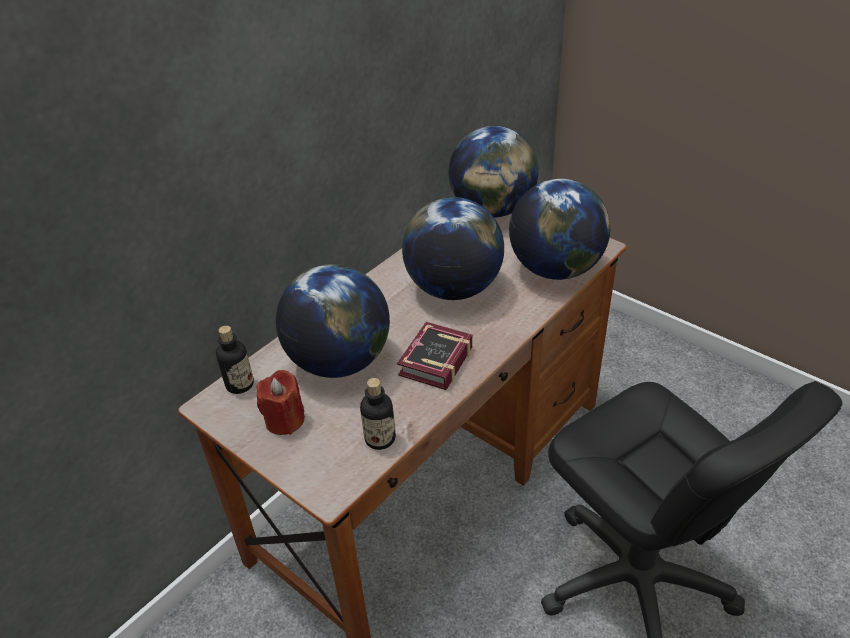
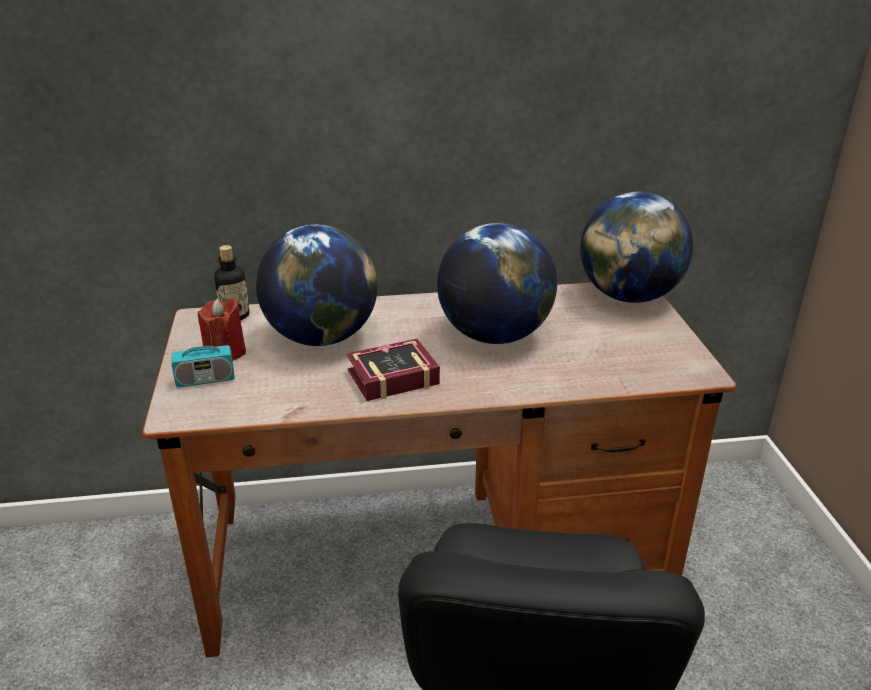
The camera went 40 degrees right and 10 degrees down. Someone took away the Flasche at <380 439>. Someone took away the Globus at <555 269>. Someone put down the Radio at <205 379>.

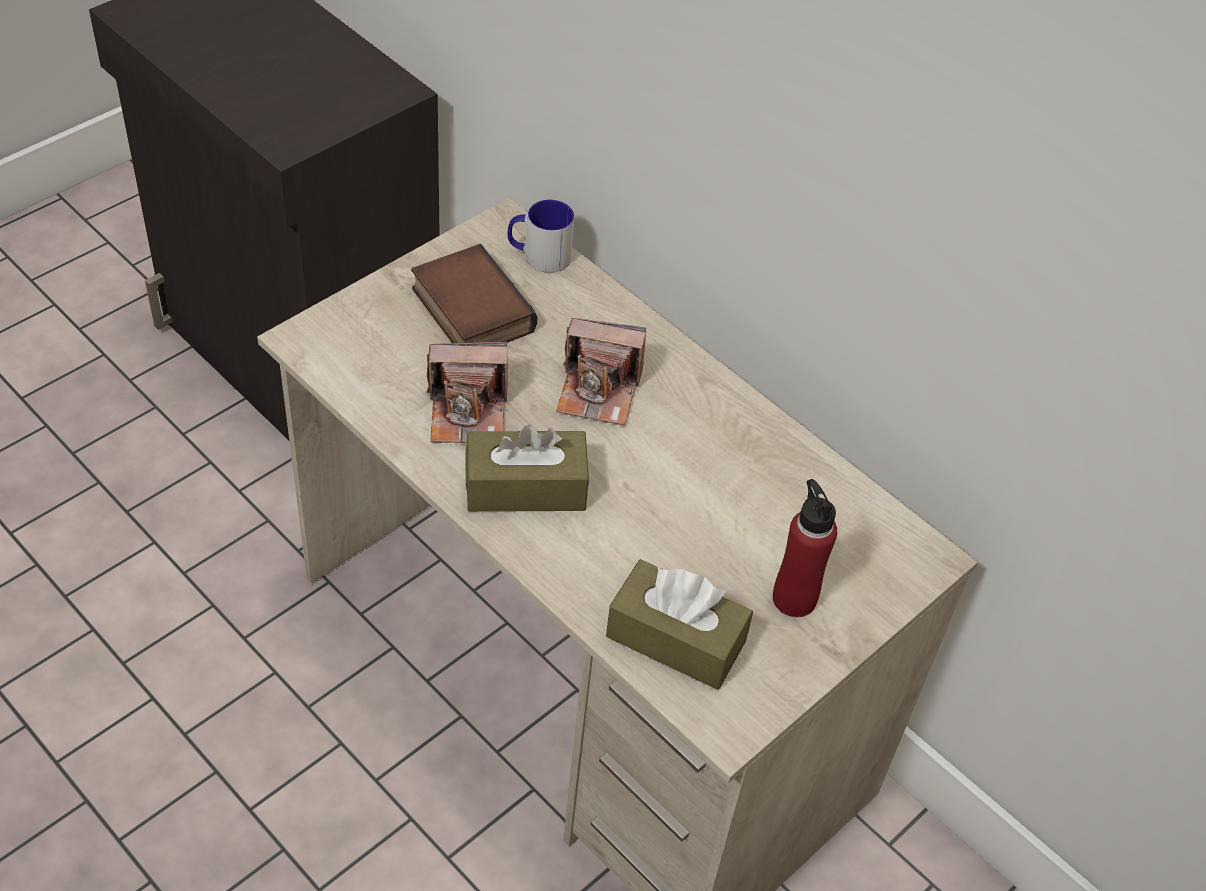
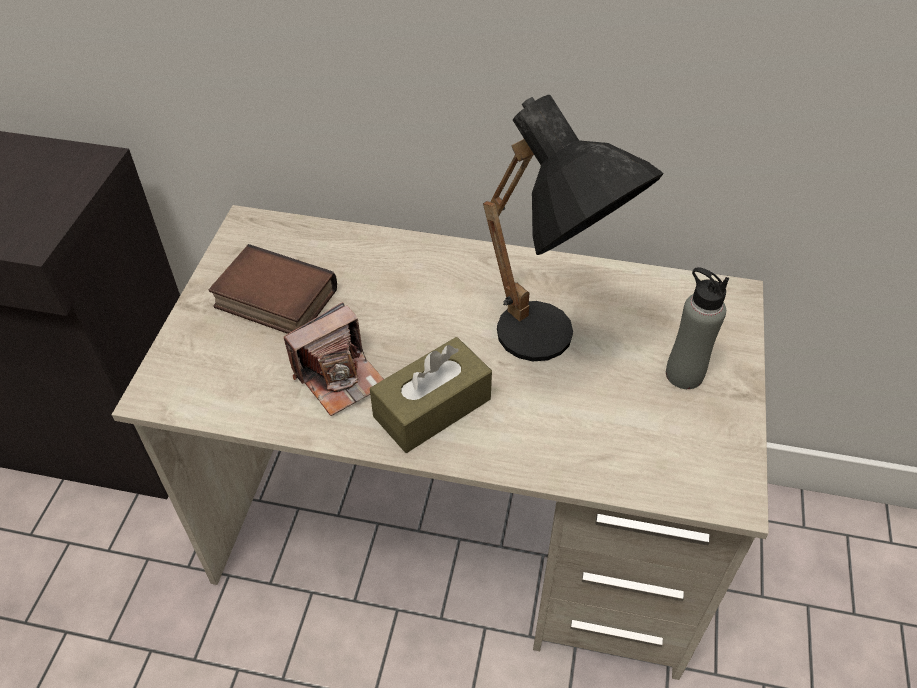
The camera went 30 degrees left and 0 degrees up. Someone took away the Henkelbecher at <539 255>. Someone took away the Kamera at <599 391>. Someone took away the Taschentuchbox (braun) at <675 639>. Someone put down the Tischlampe (schwarz) at <550 352>. Someone repainted the Flasche (rot) at <794 598>, which became the Flasche (grau) at <684 374>.

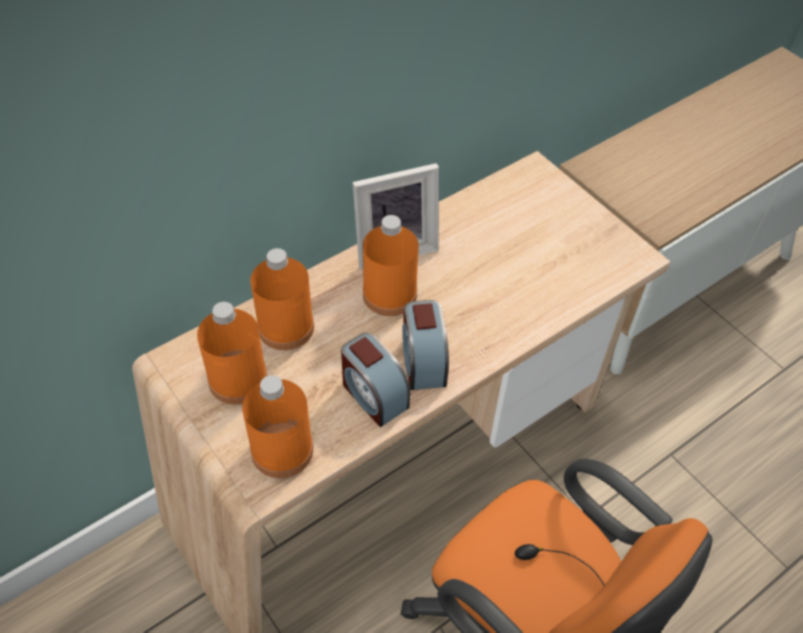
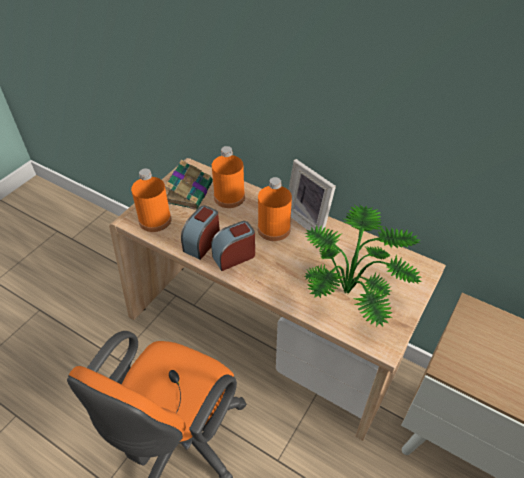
The camera went 70 degrees right and 5 degrees down. Someone put down the Topfpflanze at <354 292>. Someone swapped the Flasche (orange) at <238 379> for the Buch at <189 192>.

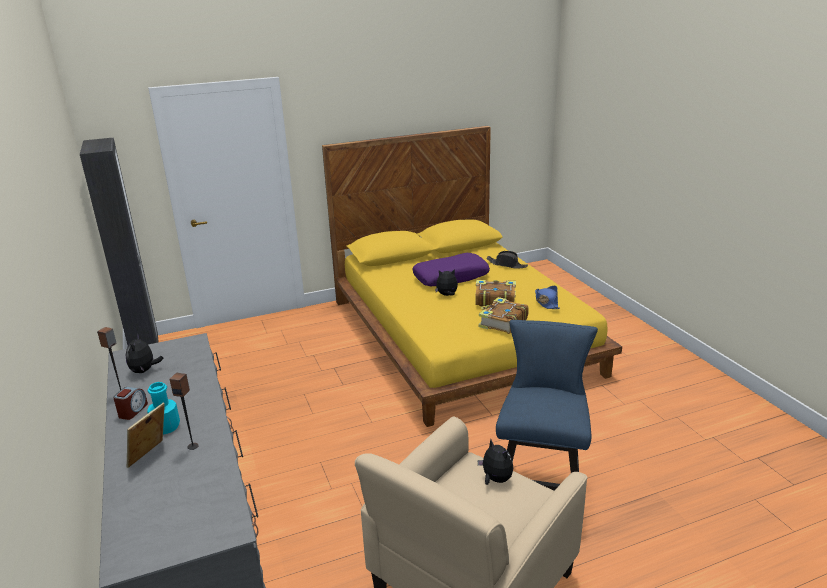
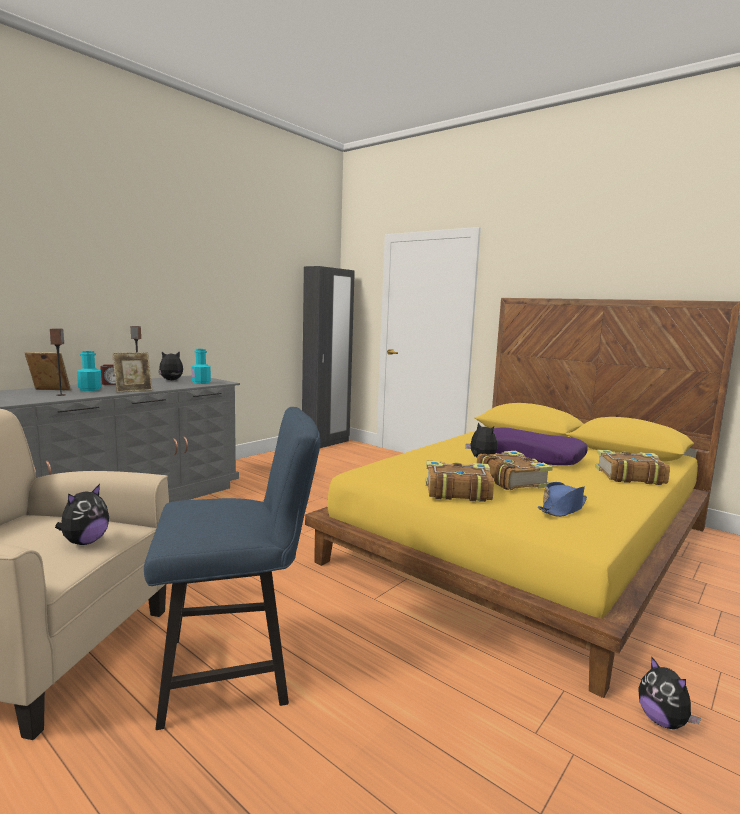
The camera went 60 degrees right and 15 degrees down. Someone put down the Bilderrahmen at <133 390>. Someone put down the Flasche (türkis) at <201 382>. Someone put down the Plüschtier at <662 721>. Someone swapped the Hut (schwarz) at <507 265> for the Buch at <629 476>.

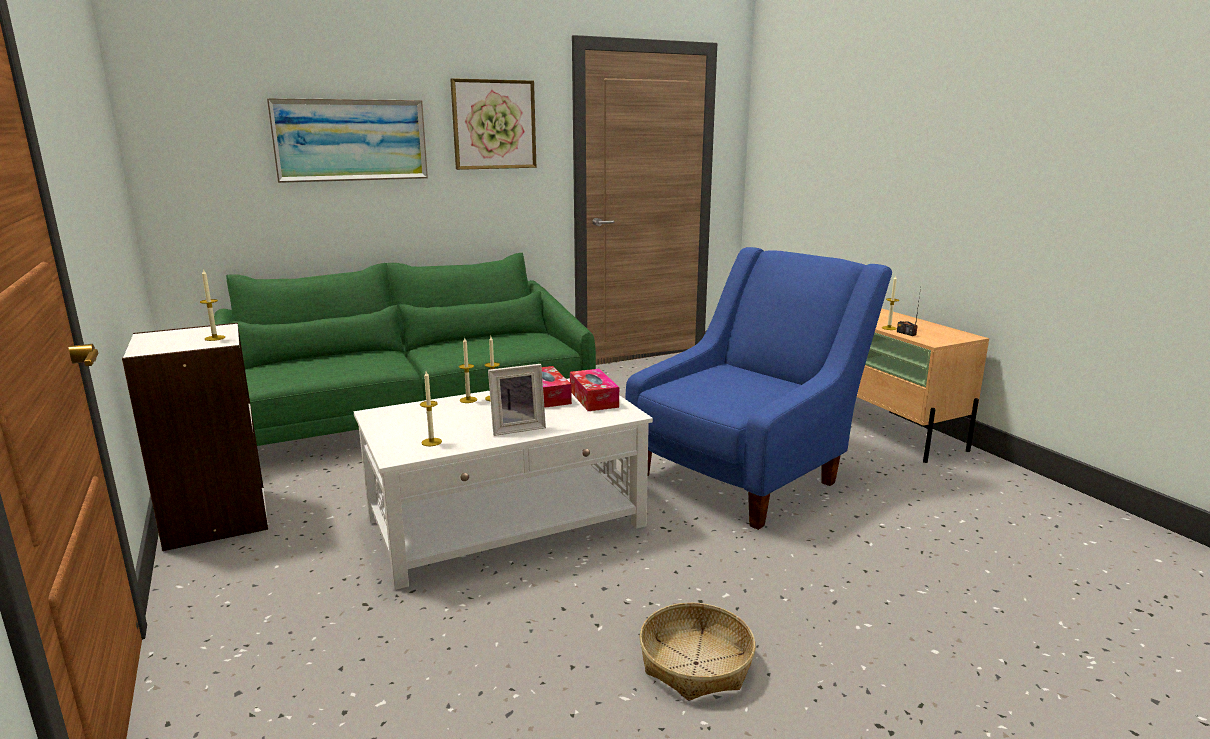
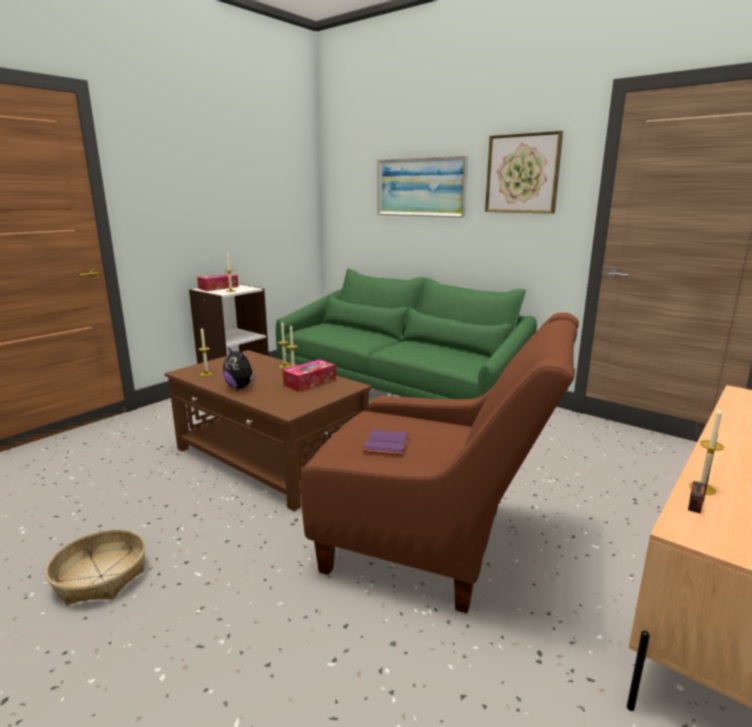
The camera went 65 degrees right and 0 degrees up. Someone put down the Buch (lila) at <388 445>. Someone carried the Taschentuchbox from <593 399> to <218 287>. Someone swapped the Bilderrahmen at <517 428> for the Plüschtier at <240 387>. Someone repainted the Couchtisch (weiß) at <508 522>, which became the Couchtisch (braun) at <270 458>. Someone repainted the Sessel (blau) at <746 474>, which became the Sessel (braun) at <435 544>.

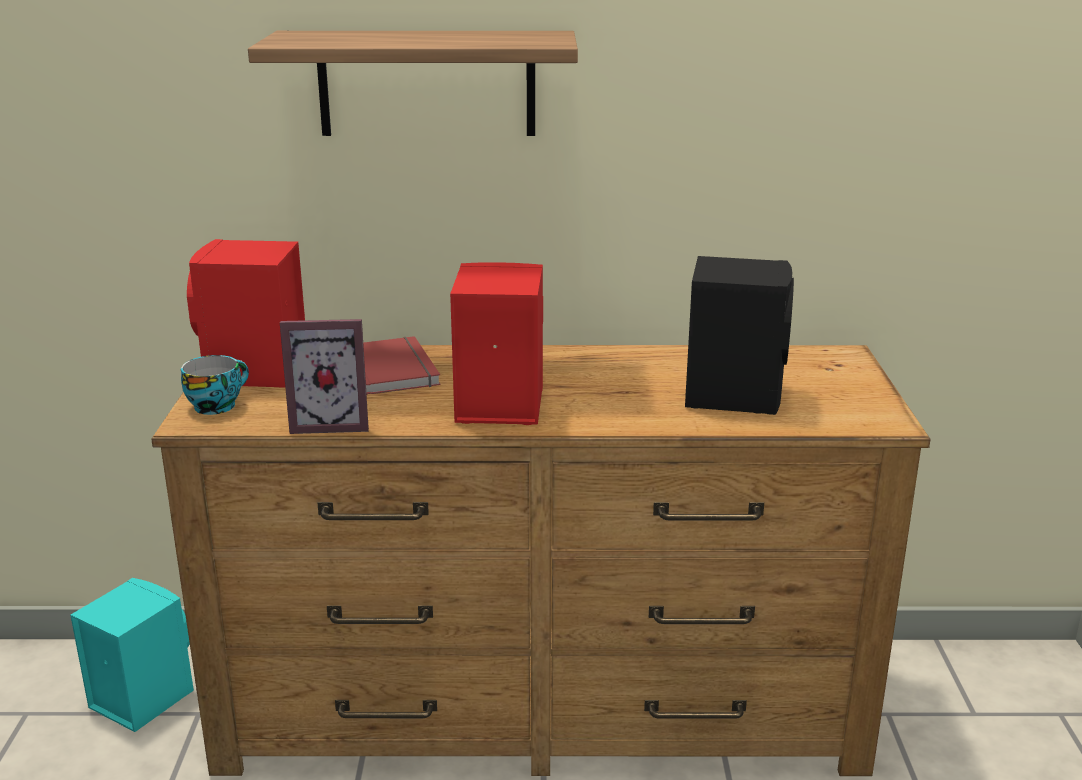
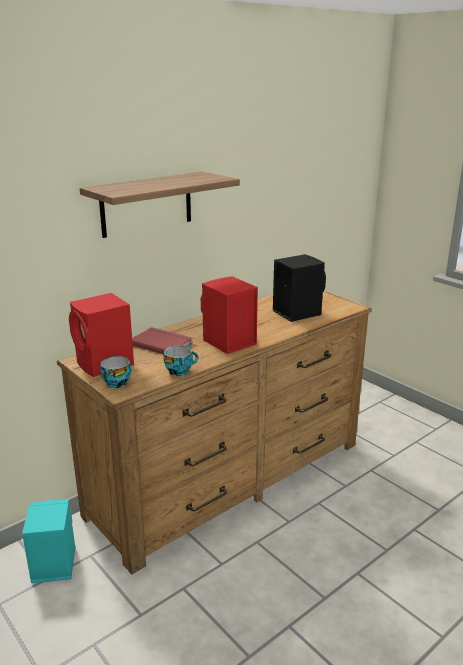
The camera went 40 degrees left and 0 degrees up. Someone swapped the Bilderrahmen at <331 423> for the Tasse at <180 371>.

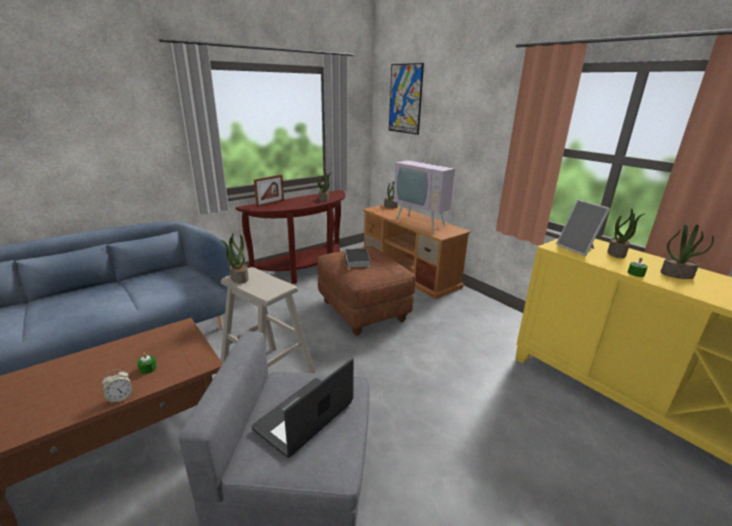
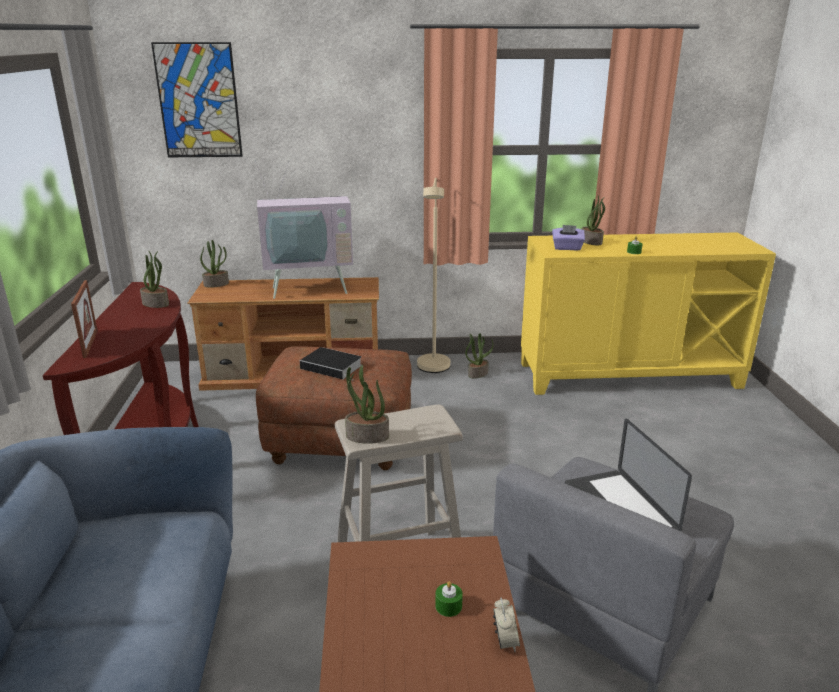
The camera went 55 degrees left and 0 degrees up. Someone put down the Stehlampe (beige) at <433 370>. Someone carried the Topfpflanze from <677 274> to <478 373>. Someone swapped the Bilderrahmen at <578 248> for the Taschentuchbox (lila) at <567 248>.

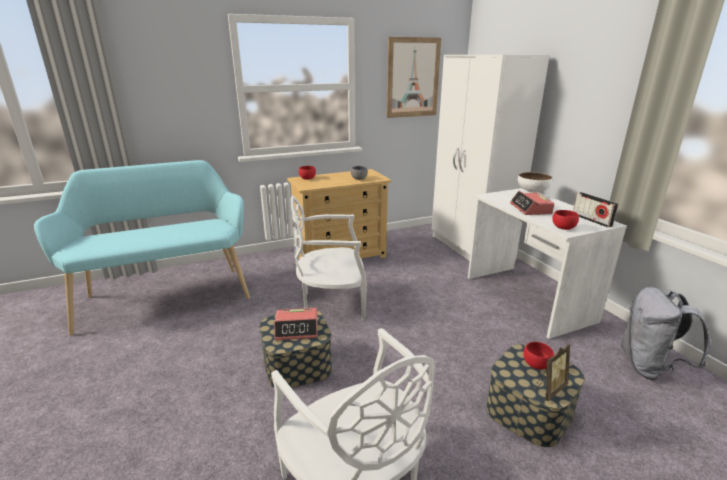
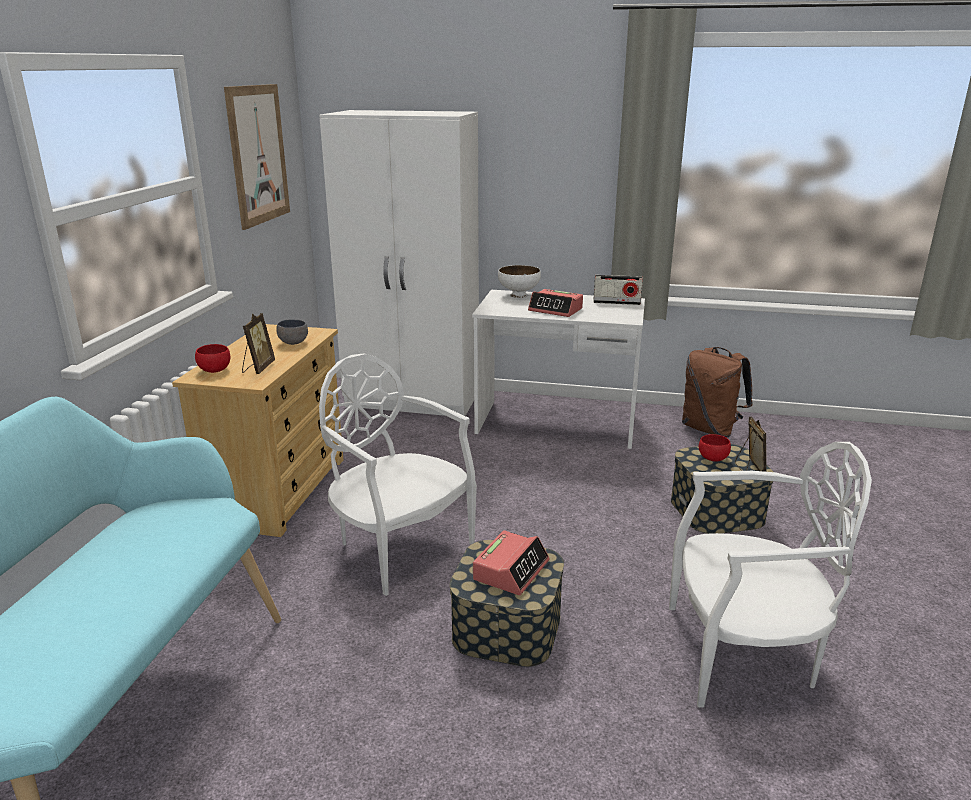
The camera went 55 degrees left and 0 degrees up. Someone took away the Schüssel (rot) at <562 228>. Someone put down the Bilderrahmen at <258 368>. Someone repainted the Rucksack (grau) at <649 367>, which became the Rucksack (braun) at <710 429>. Someone rotated the Stuhl (weiß) at <332 303> by 105 degrees clockwise.

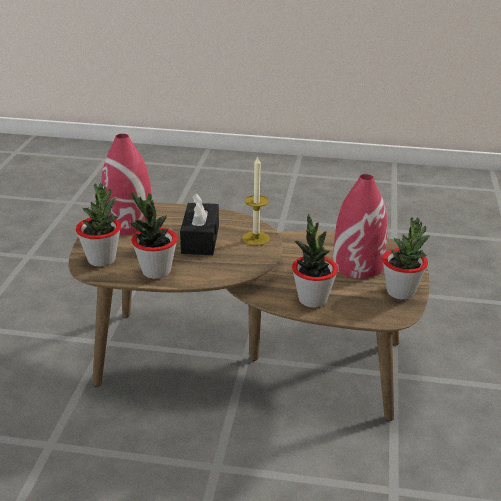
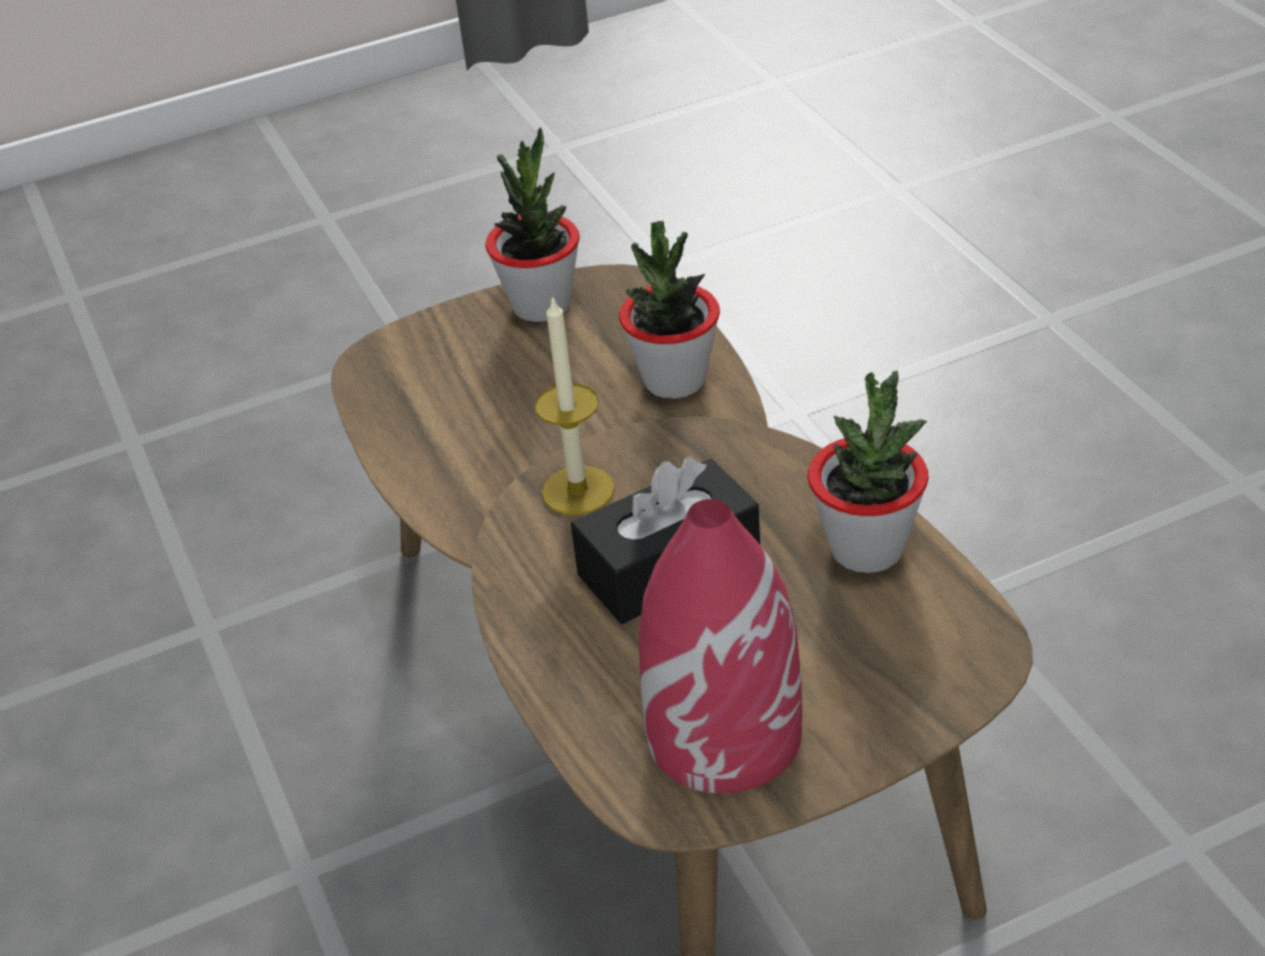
The camera went 120 degrees left and 10 degrees up. Someone took away the Topfpflanze at <102 259>. Someone took away the Vase (rot) at <357 265>.

